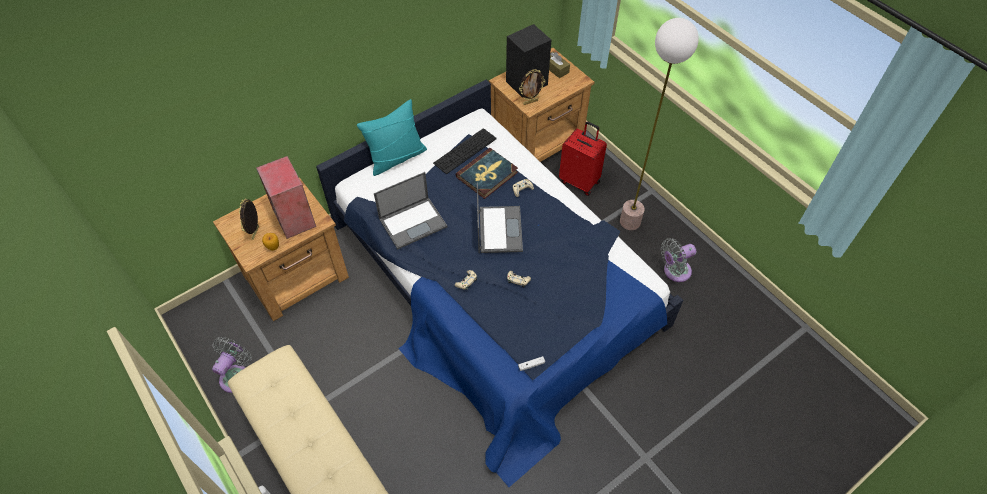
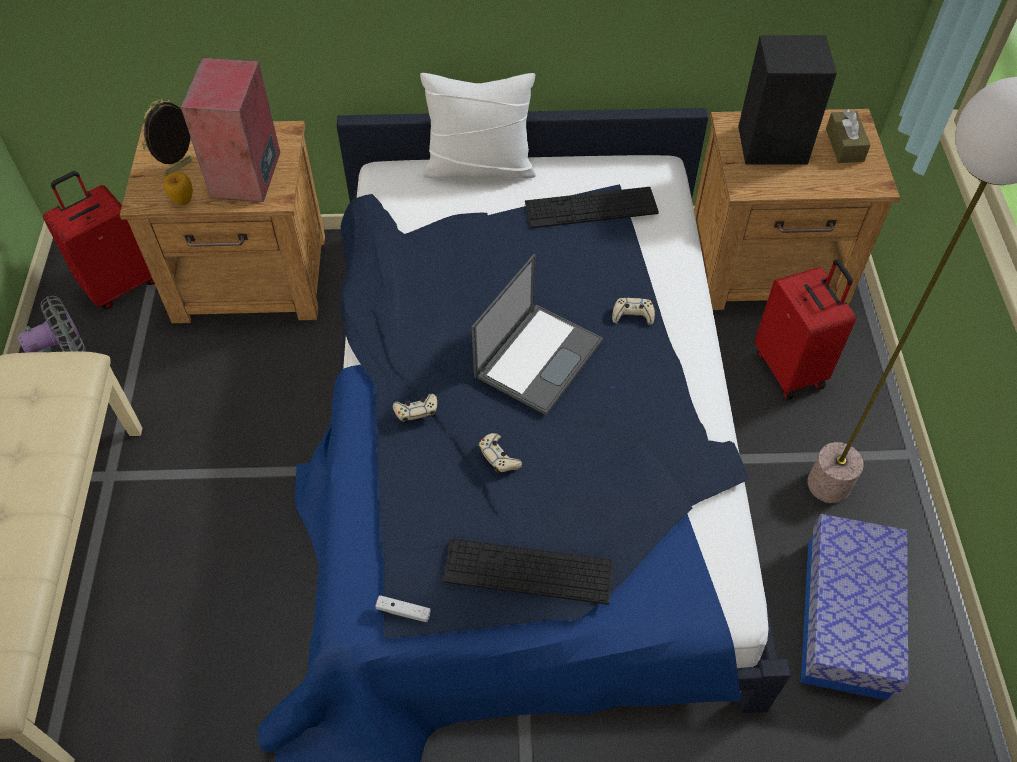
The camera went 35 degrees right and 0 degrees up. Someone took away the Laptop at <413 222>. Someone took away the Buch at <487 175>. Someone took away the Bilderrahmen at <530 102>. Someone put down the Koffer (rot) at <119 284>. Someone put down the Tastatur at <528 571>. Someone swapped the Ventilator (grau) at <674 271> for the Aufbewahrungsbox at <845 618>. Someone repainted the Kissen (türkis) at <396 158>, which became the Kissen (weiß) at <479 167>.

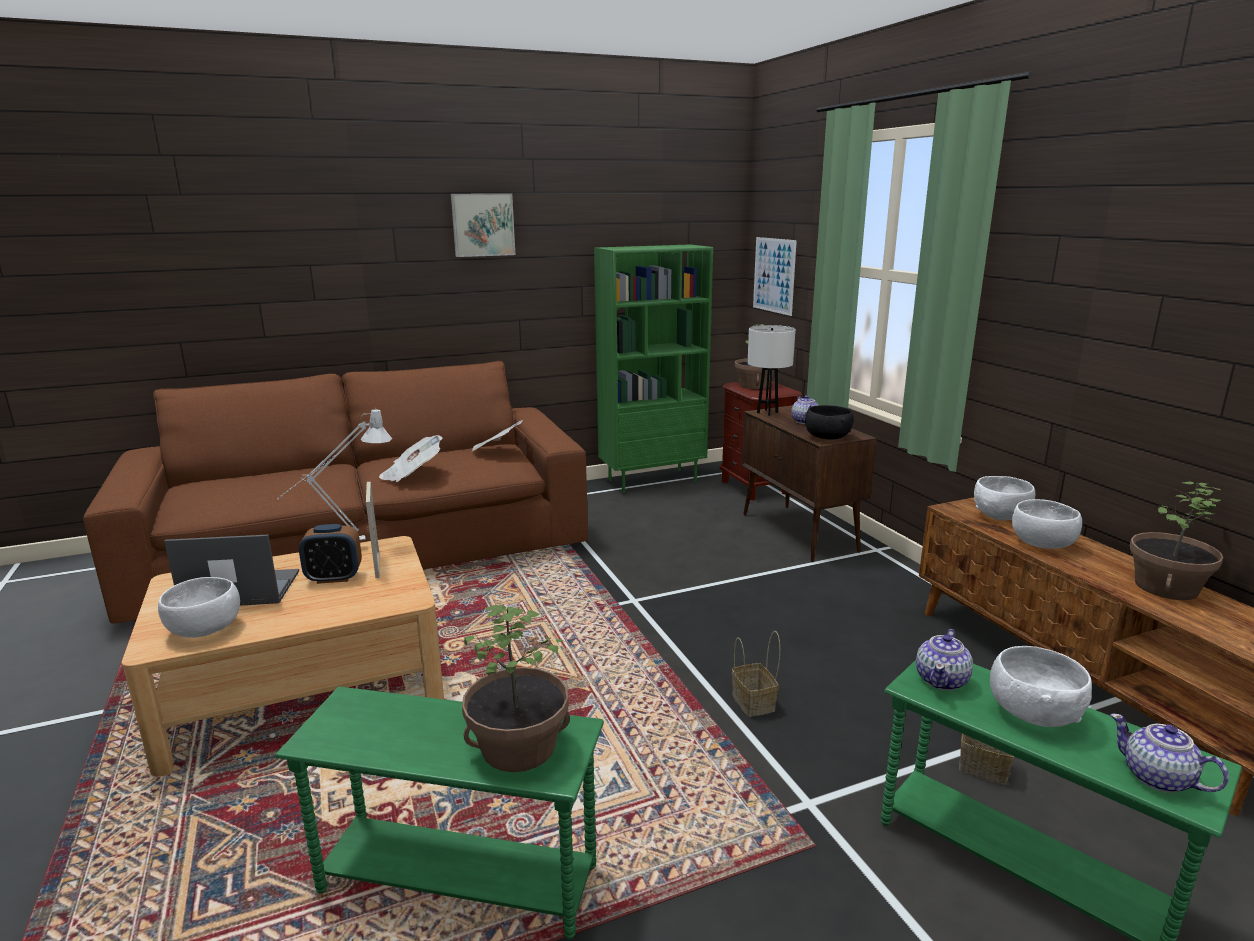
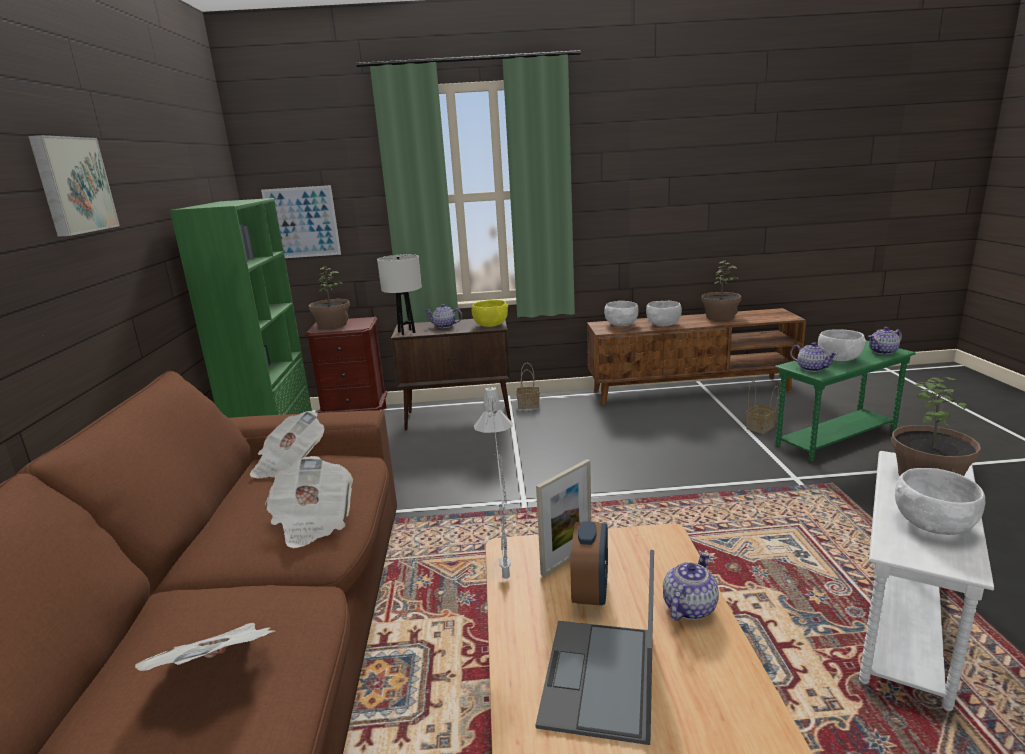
The camera went 70 degrees left and 0 degrees up. Someone put down the Zeitung at <220 670>. Someone put down the Teekanne at <688 608>. Someone carried the Schüssel (weiß) from <205 629> to <932 524>. Someone carried the Korb from <754 703> to <529 405>. Someone repainted the Beistelltisch (grün) at <458 882>, which became the Beistelltisch (weiß) at <906 625>. Someone repainted the Schüssel (schwarz) at <827 437>, which became the Schüssel (gelb) at <490 325>. Someone rotated the Bilderrahmen at <377 565> by 135 degrees clockwise.

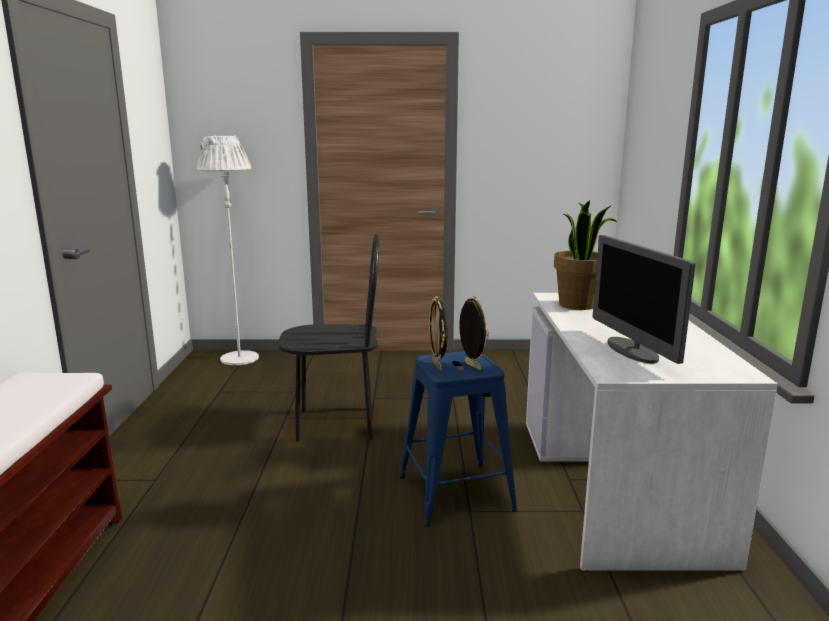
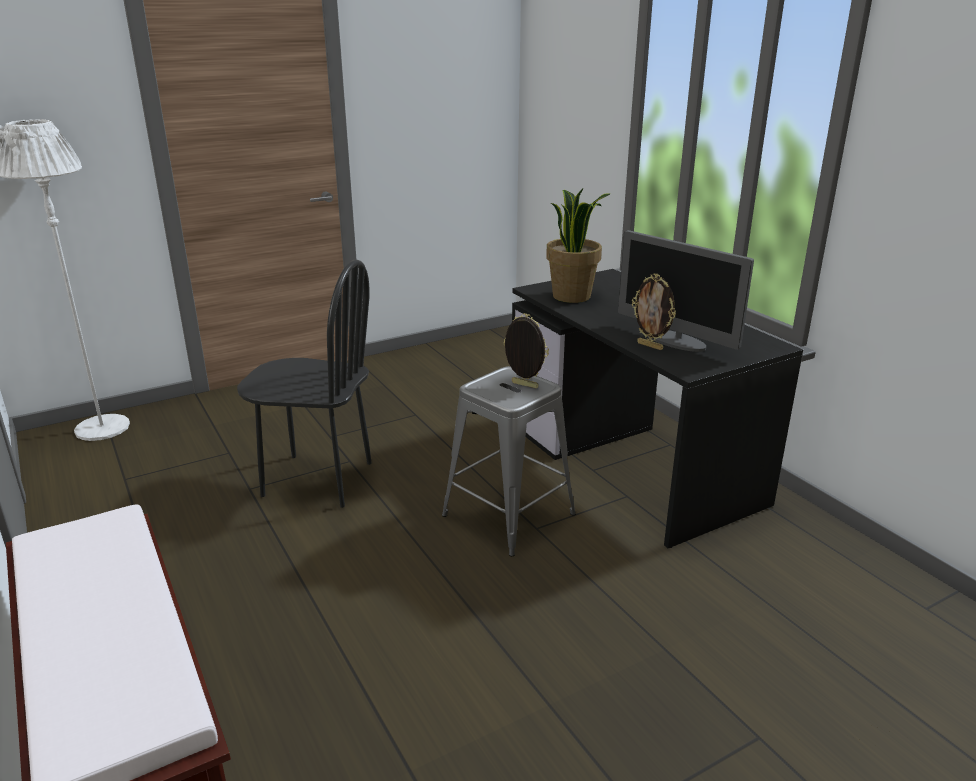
The camera went 30 degrees left and 10 degrees up. Someone carried the Bilderrahmen from <437 366> to <650 346>. Someone repainted the Hocker (blau) at <456 493>, which became the Hocker (grau) at <509 515>. Someone repainted the Schreibtisch (weiß) at <616 484>, which became the Schreibtisch (schwarz) at <633 462>. Someone rotated the Stuhl (schwarz) at <335 424> by 45 degrees clockwise.

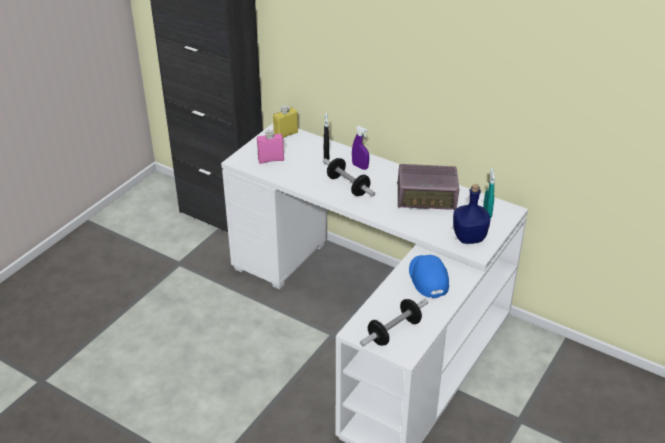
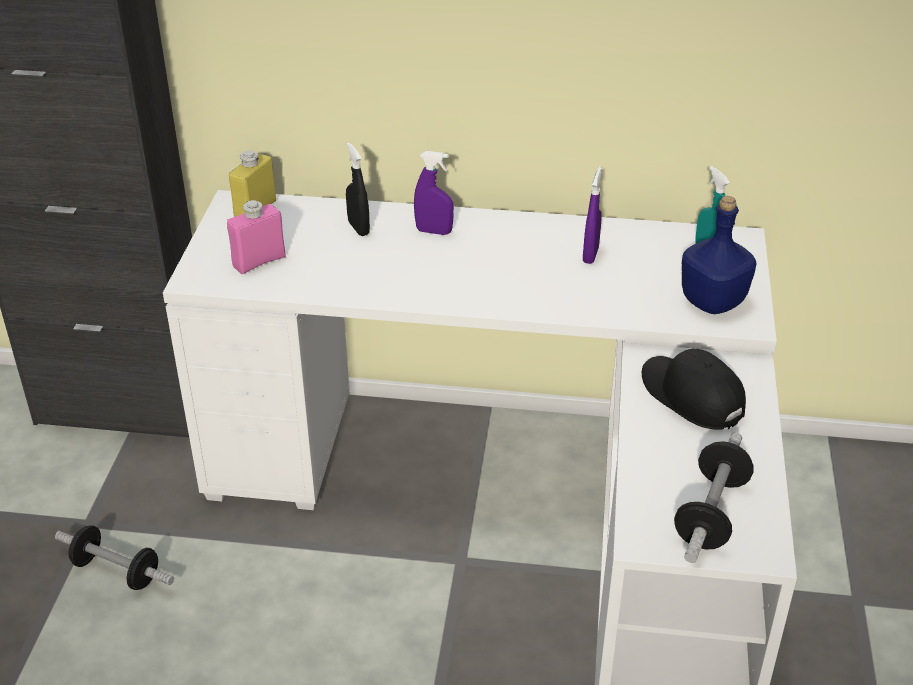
The camera went 25 degrees left and 0 degrees up. Someone carried the Hantel from <348 186> to <117 571>. Someone swapped the Radio at <427 198> for the Sprühflasche (lila) at <590 255>. Someone repainted the Kappe (blau) at <428 278>, which became the Kappe (schwarz) at <691 396>.

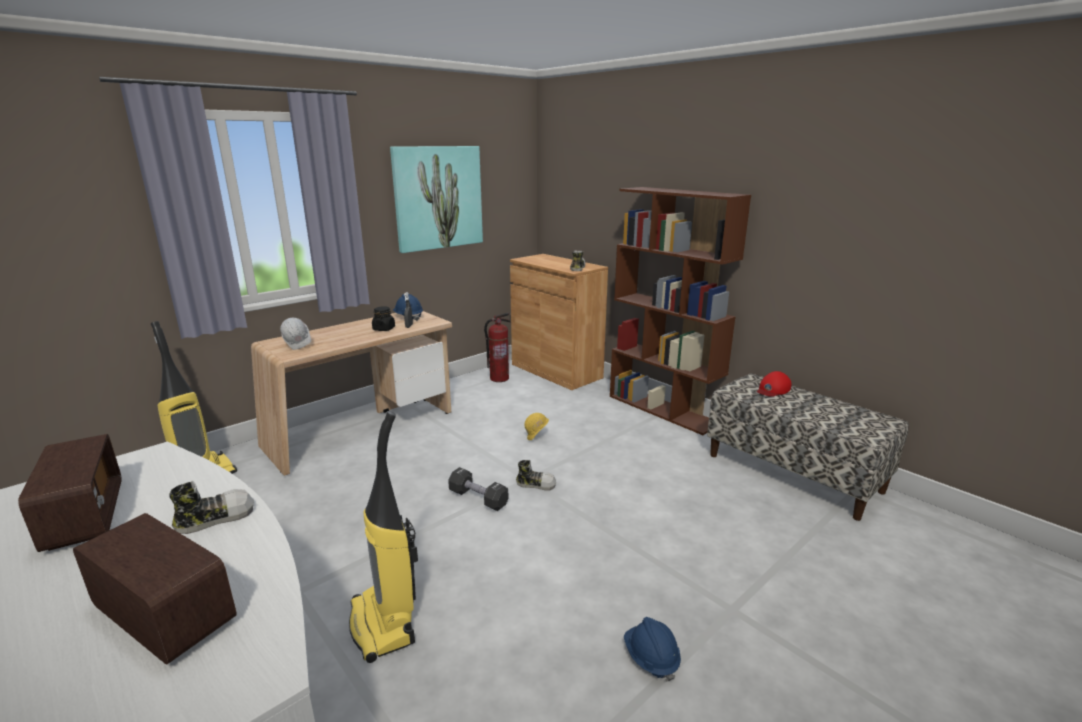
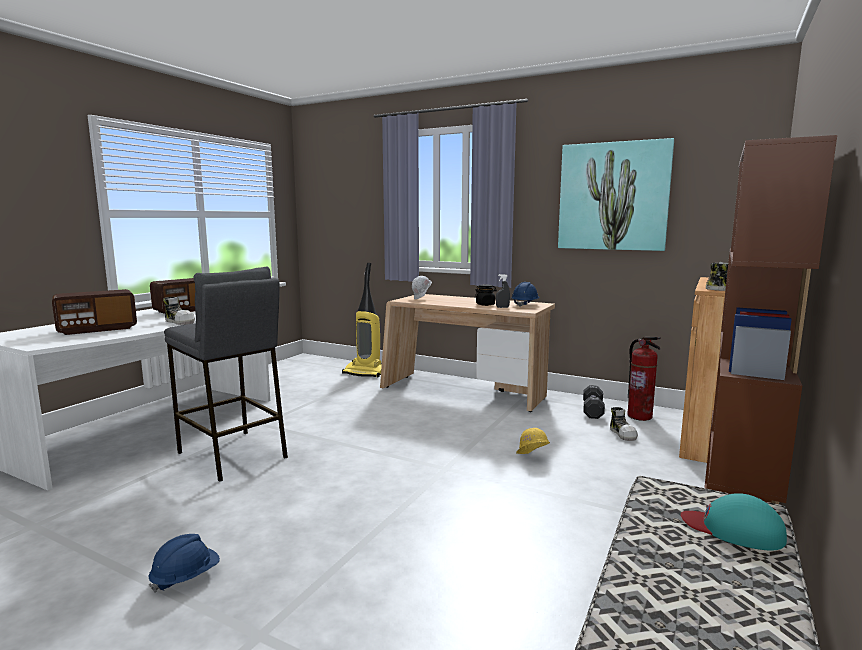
The camera went 70 degrees right and 10 degrees down. Someone carried the Hantel (schwarz) from <478 498> to <592 410>. Someone carried the Schuh from <536 484> to <623 433>. Someone swapped the Staubsauger at <384 624> for the Hocker (grau) at <232 455>. Someone repainted the Kappe (rot) at <773 389>, which became the Kappe (türkis) at <733 529>. Someone rotated the Radio at <164 616> by 45 degrees clockwise.

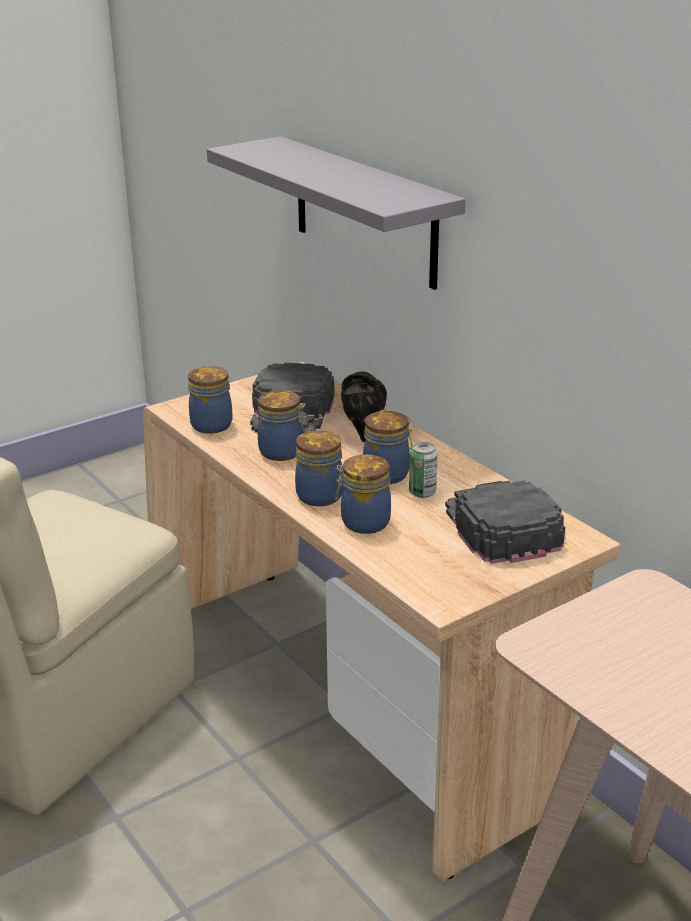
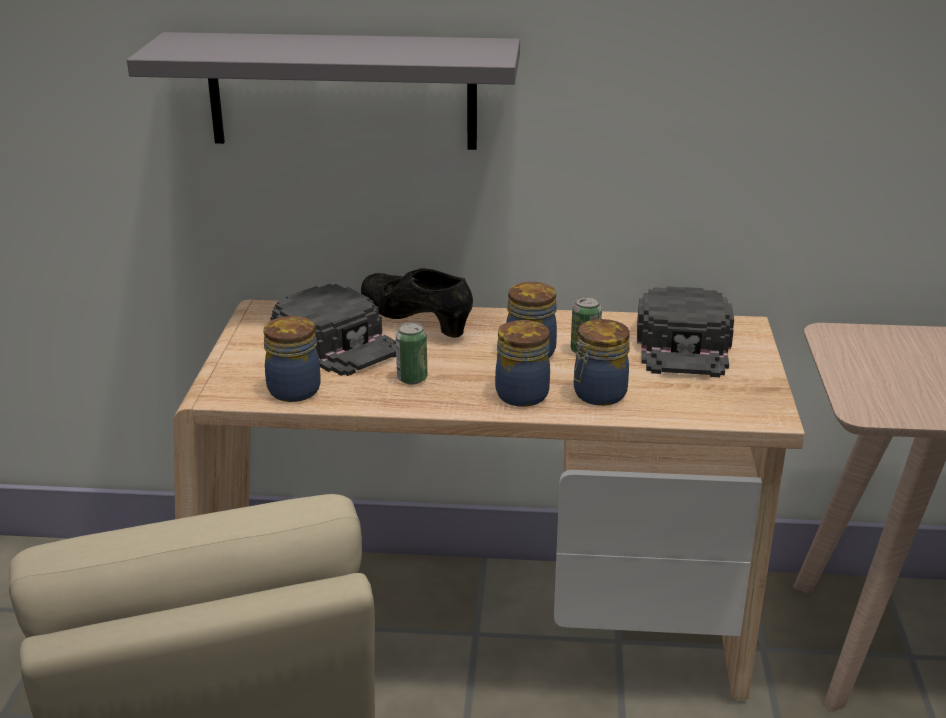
The camera went 50 degrees left and 0 degrees up. Someone swapped the Vorratsglas at <283 452> for the Dose at <412 378>. Someone rotated the Kappe (schwarz) at <500 526> by 105 degrees counterclockwise.

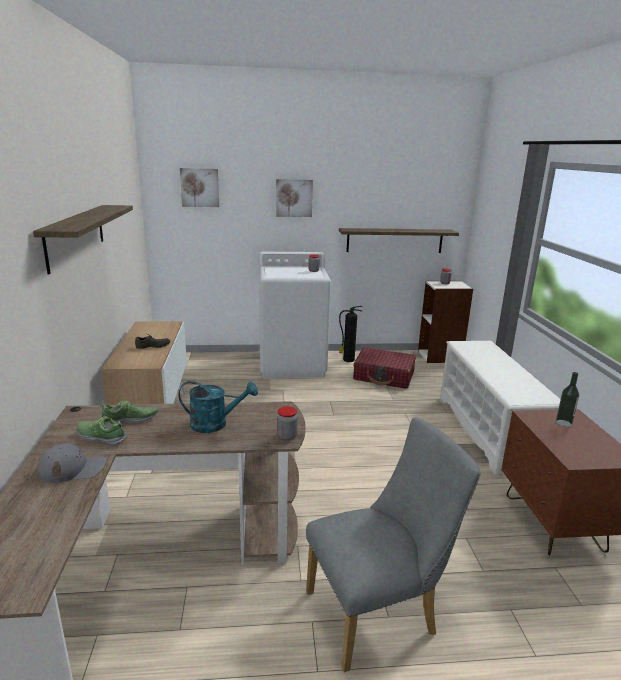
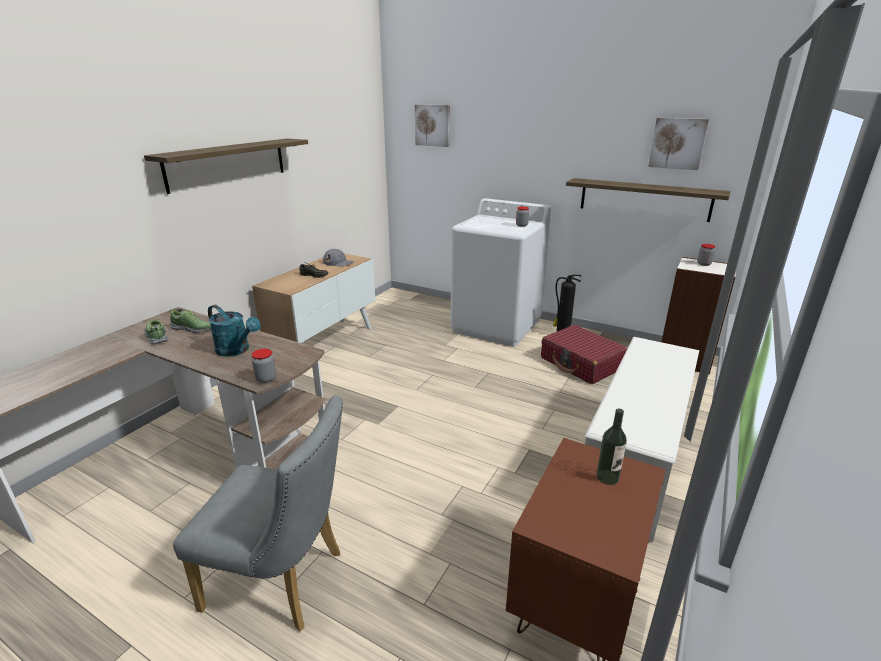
The camera went 35 degrees right and 5 degrees up. Someone carried the Kappe (grau) from <73 468> to <338 262>. Someone carried the Bild from <294 198> to <677 143>.

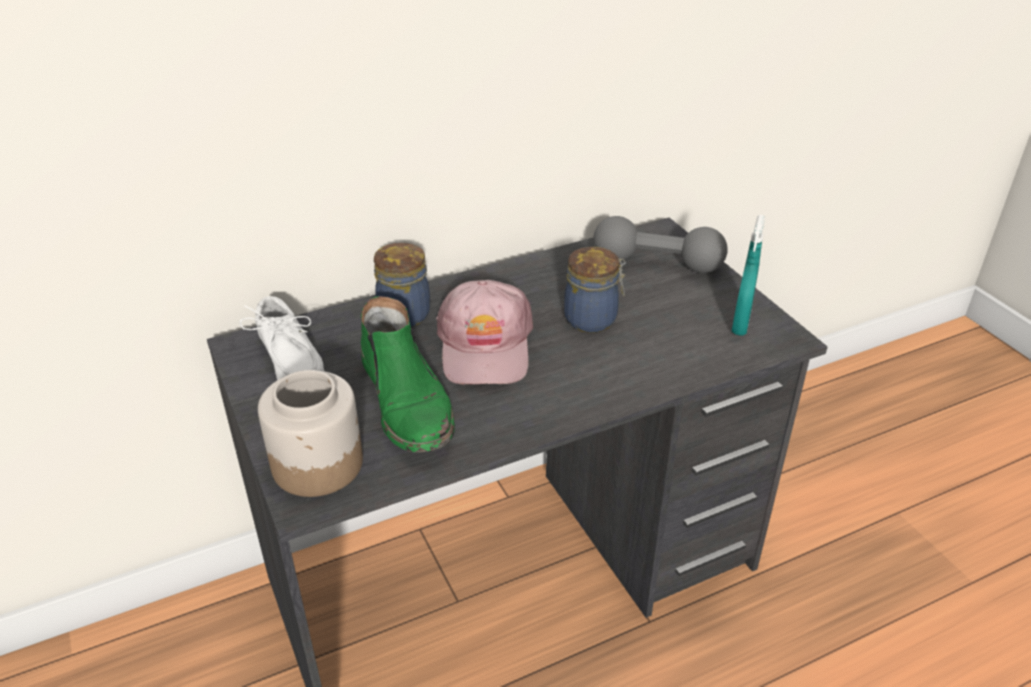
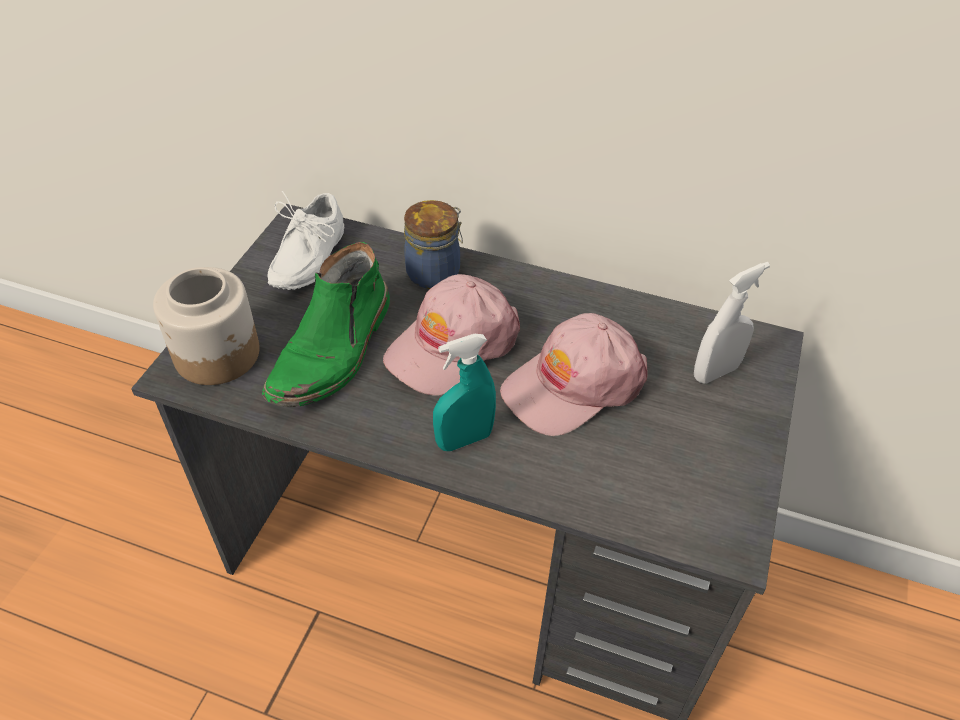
The camera went 45 degrees right and 10 degrees up. Someone carried the Sprühflasche (türkis) from <740 324> to <464 439>. Someone swapped the Vorratsglas at <593 319> for the Kappe (rosa) at <573 384>. Someone swapped the Hantel (grau) at <657 263> for the Sprühflasche (weiß) at <715 372>.

